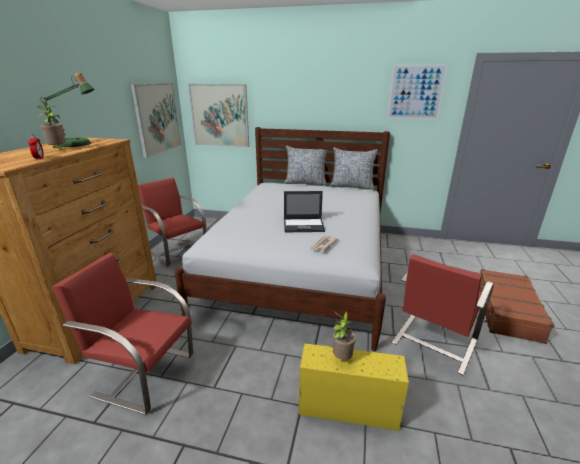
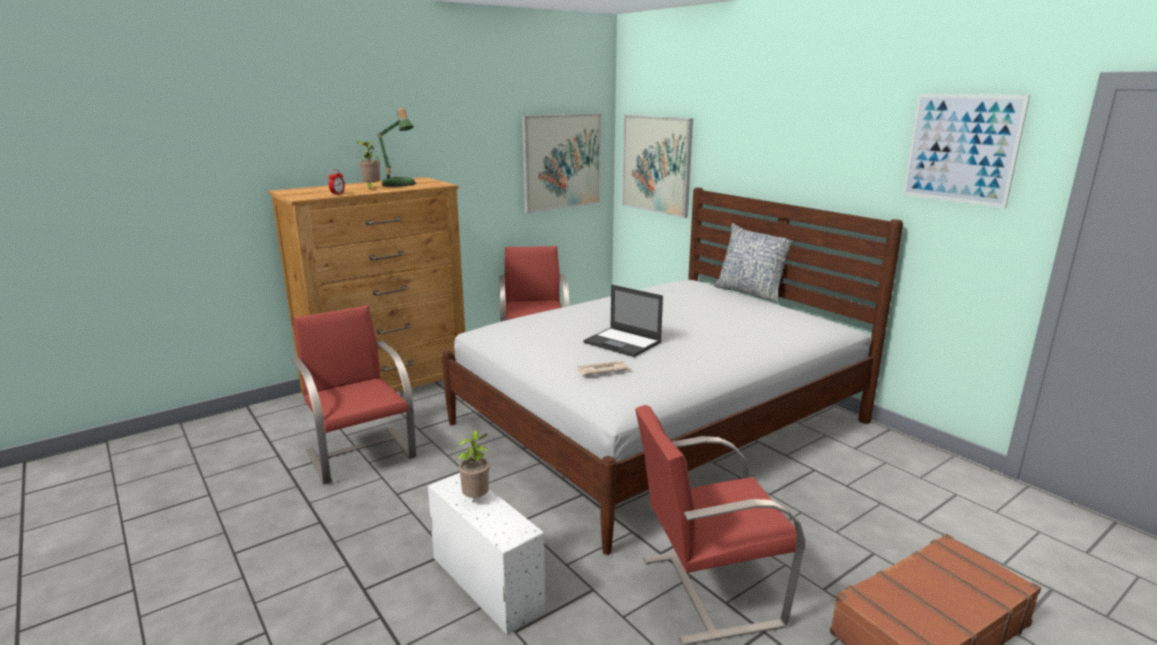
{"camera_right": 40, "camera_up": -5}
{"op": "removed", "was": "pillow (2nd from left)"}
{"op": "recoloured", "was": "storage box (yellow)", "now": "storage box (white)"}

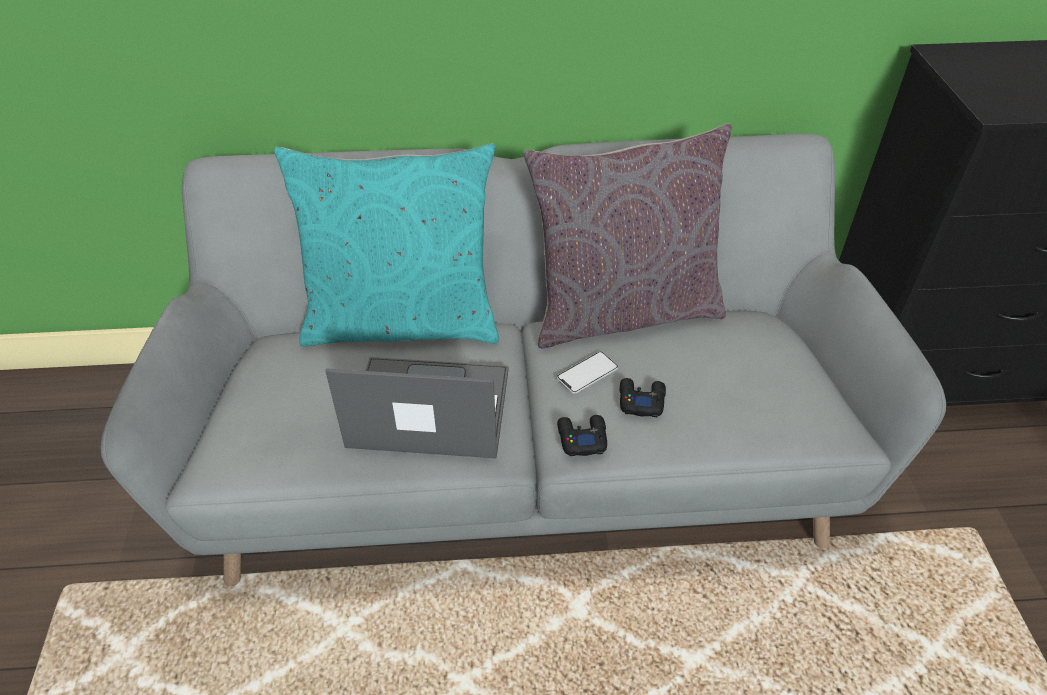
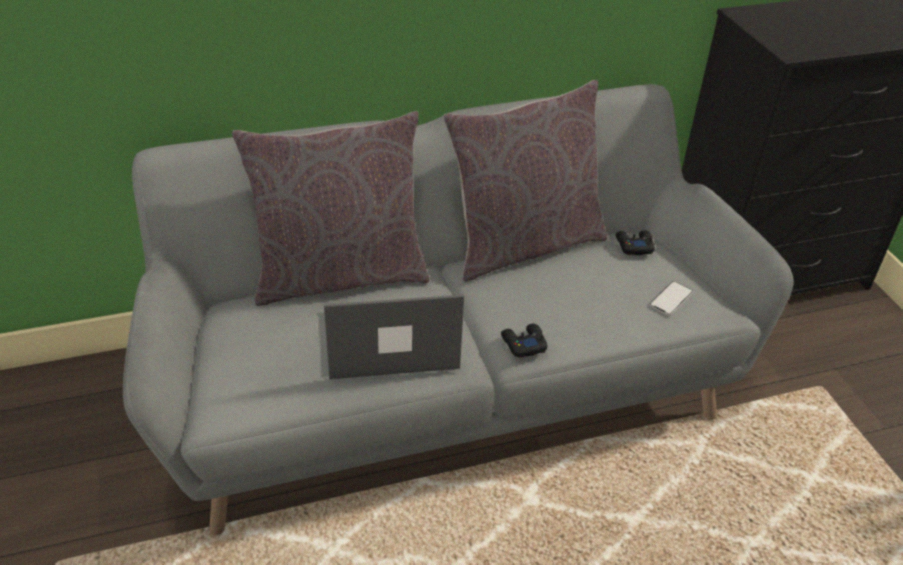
{"camera_right": -15, "camera_up": -5}
{"op": "recoloured", "was": "pillow (turquoise)", "now": "pillow (grey) (1st from left)"}
{"op": "moved", "was": "phone"}
{"op": "moved", "was": "game controller (black) (2nd from left)"}

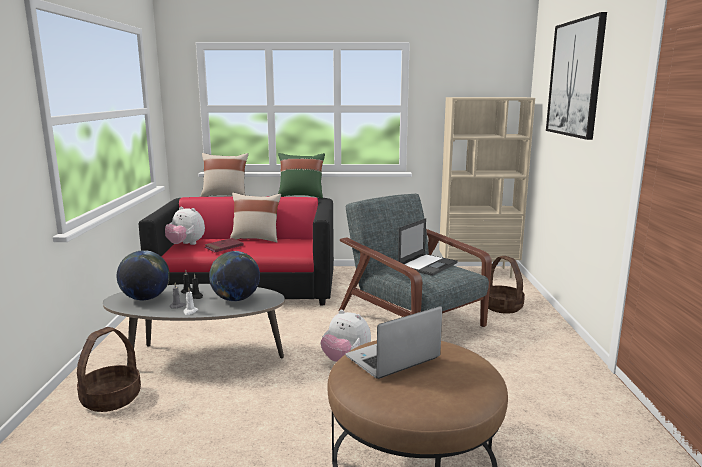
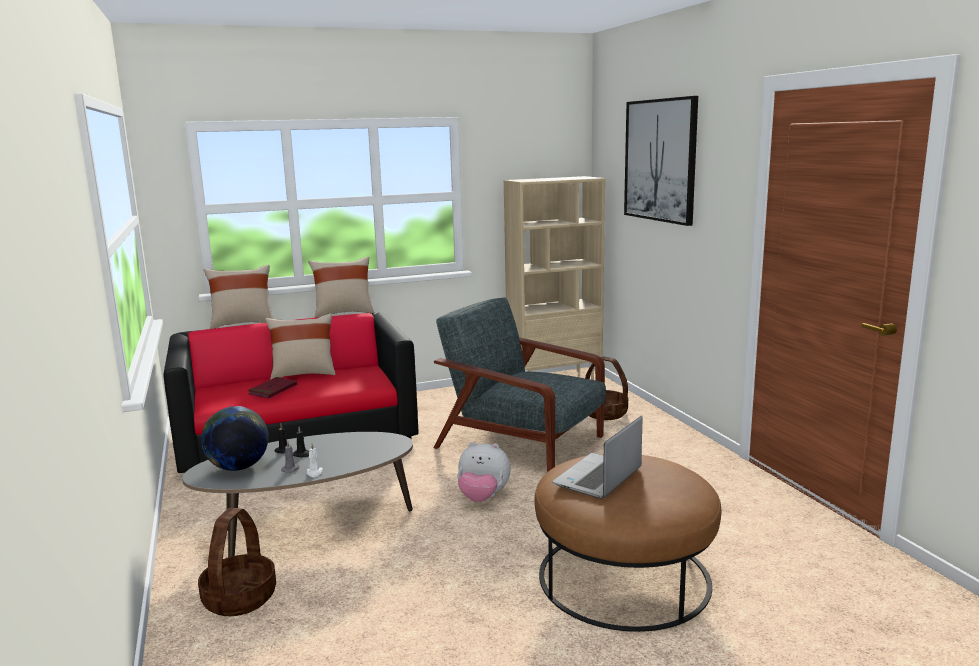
{"camera_right": -20, "camera_up": 0}
{"op": "recoloured", "was": "pillow (green)", "now": "pillow (beige) (3rd from left)"}
{"op": "removed", "was": "plush toy (1st from left)"}
{"op": "removed", "was": "laptop (2nd from left)"}
{"op": "removed", "was": "globe (2nd from left)"}

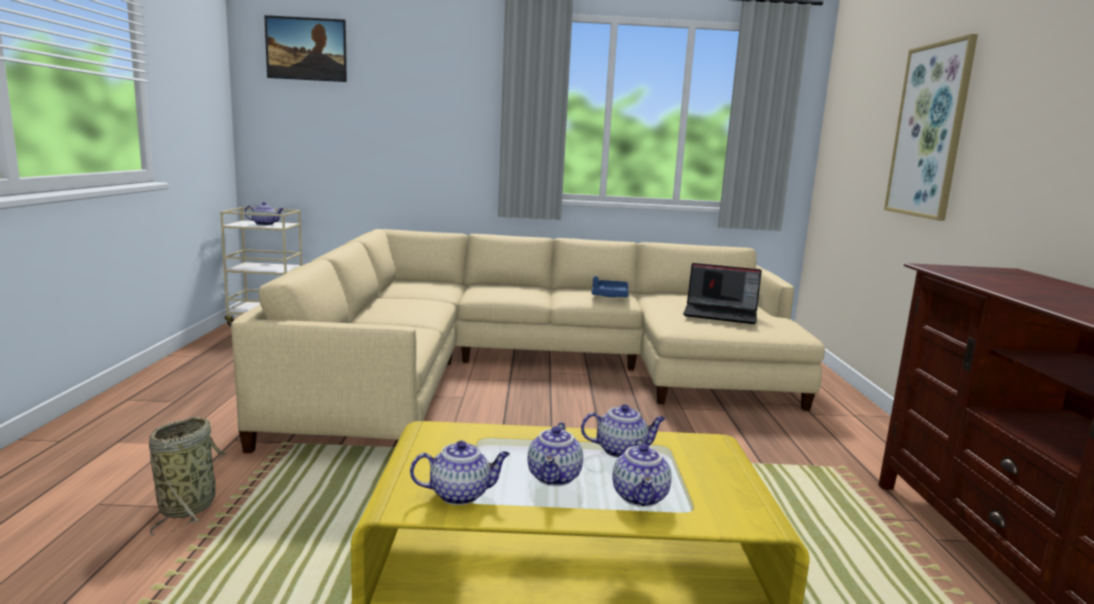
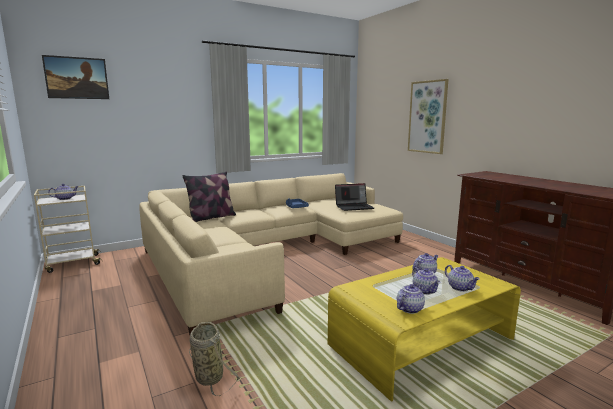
{"camera_right": -30, "camera_up": 0}
{"op": "added", "now": "pillow"}

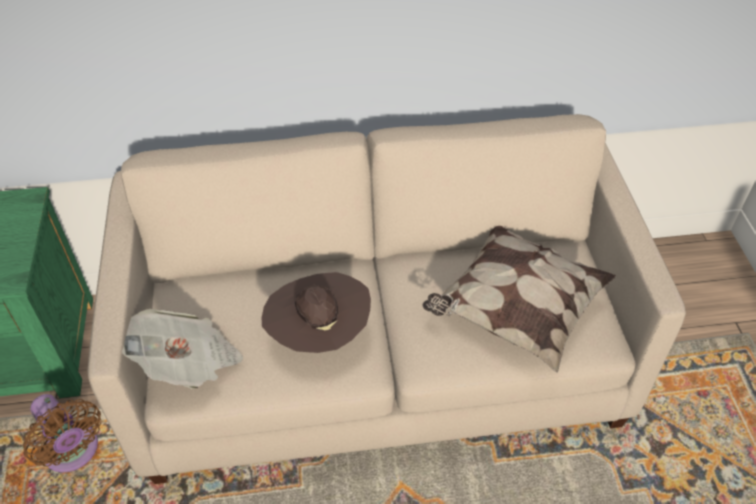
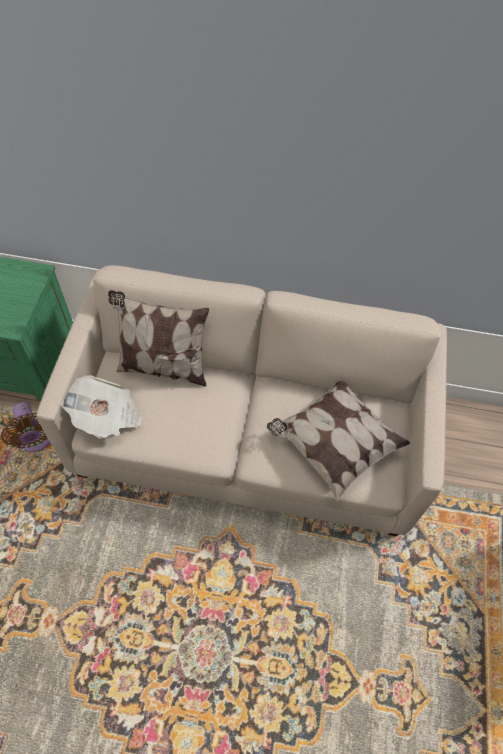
{"camera_right": 15, "camera_up": 10}
{"op": "removed", "was": "hat (brown)"}
{"op": "added", "now": "pillow (1st from left)"}

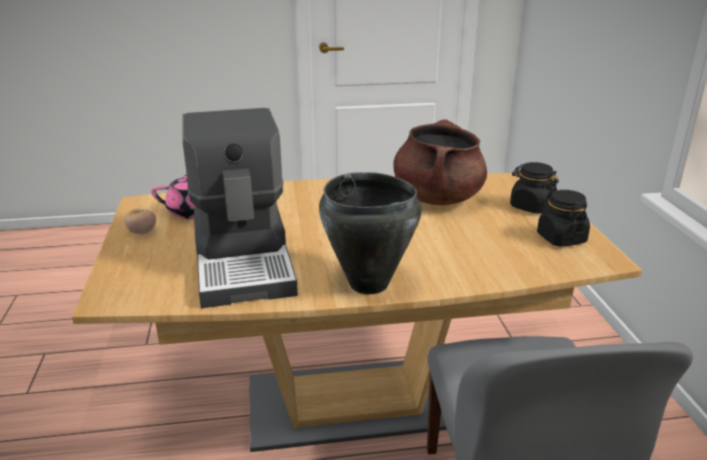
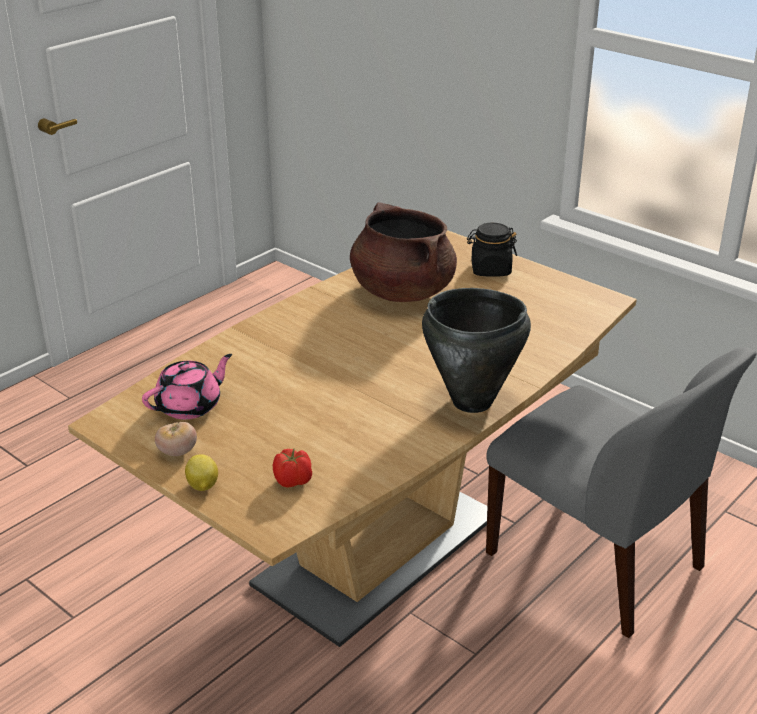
{"camera_right": -40, "camera_up": 5}
{"op": "removed", "was": "coffee machine"}
{"op": "removed", "was": "jar (black) (2nd from left)"}
{"op": "added", "now": "tomato (2nd from left)"}
{"op": "added", "now": "lemon"}

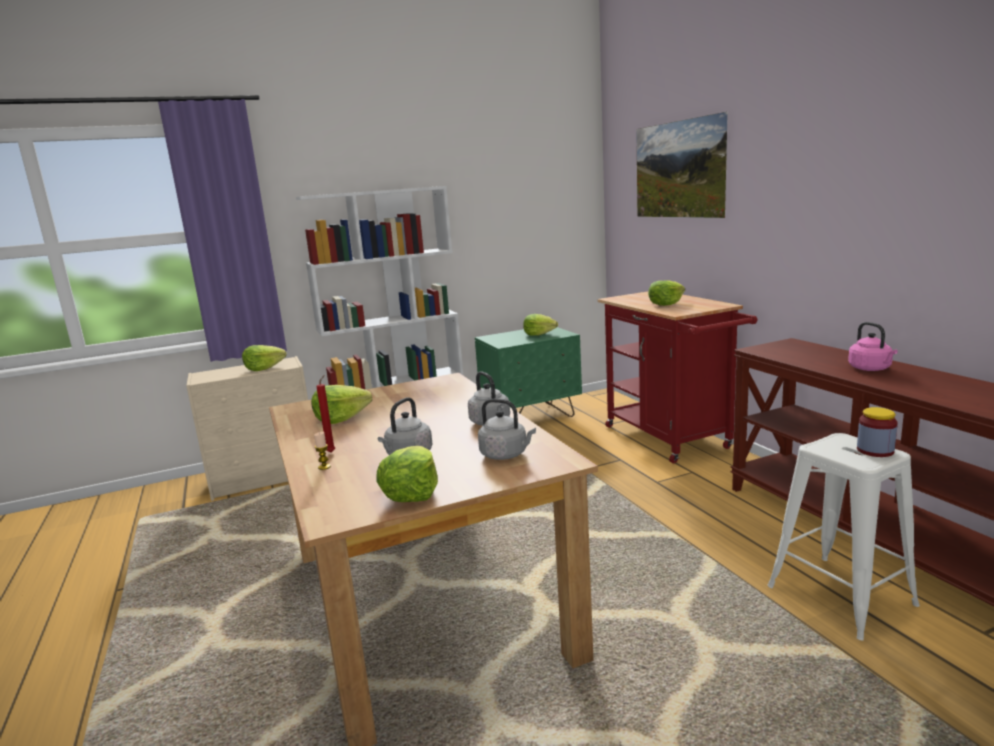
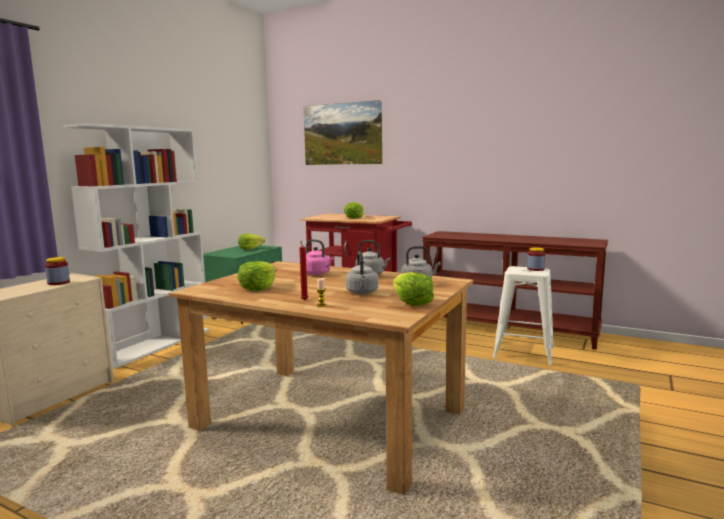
{"camera_right": -40, "camera_up": -5}
{"op": "moved", "was": "kettle (pink)"}
{"op": "replaced", "was": "lettuce (1st from left)", "now": "jar (1st from left)"}

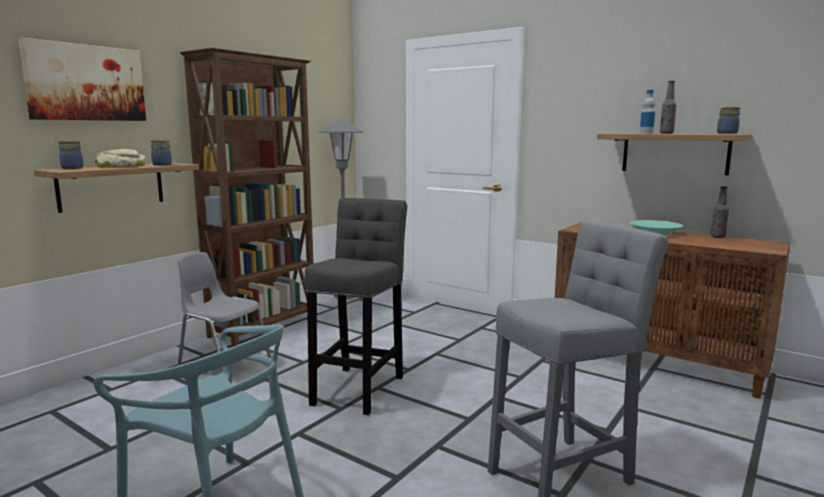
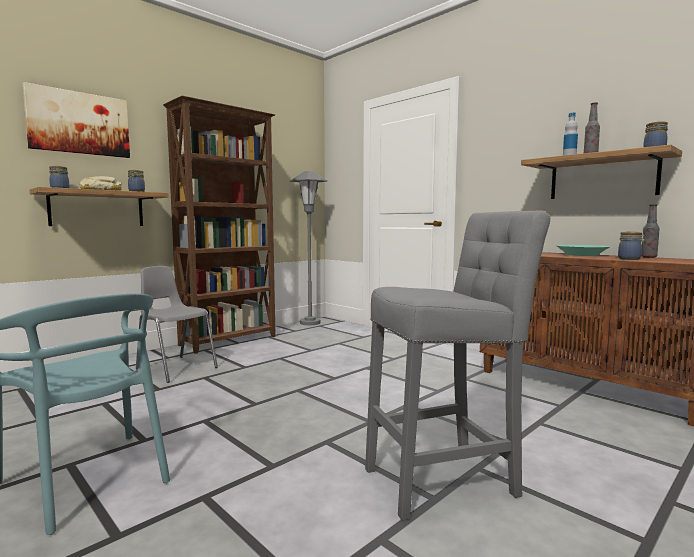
{"camera_right": 10, "camera_up": -5}
{"op": "removed", "was": "stool (grey) (1st from left)"}
{"op": "added", "now": "jar (3rd from left)"}

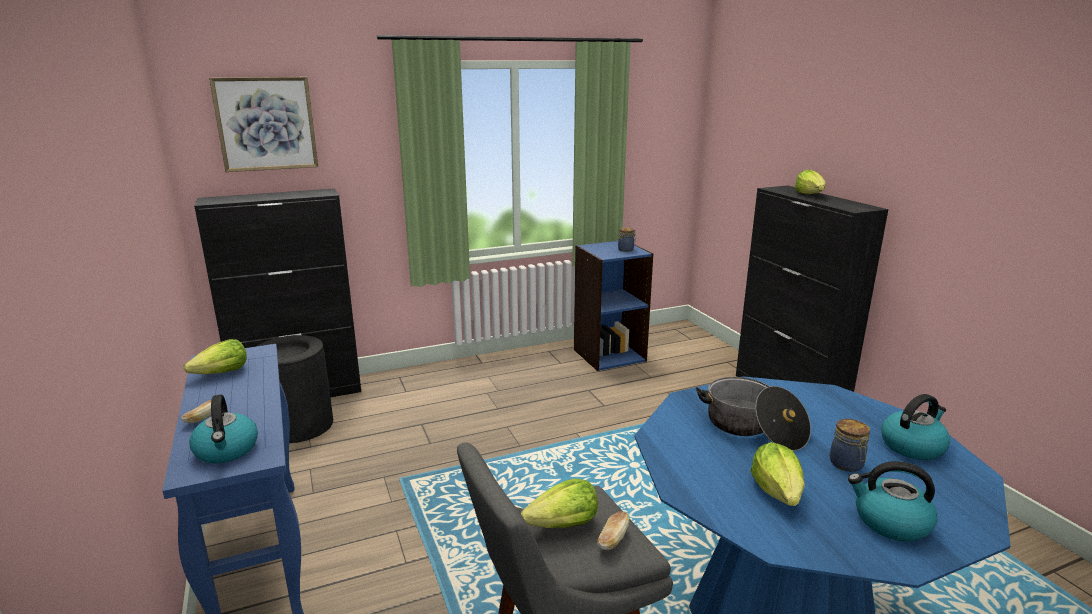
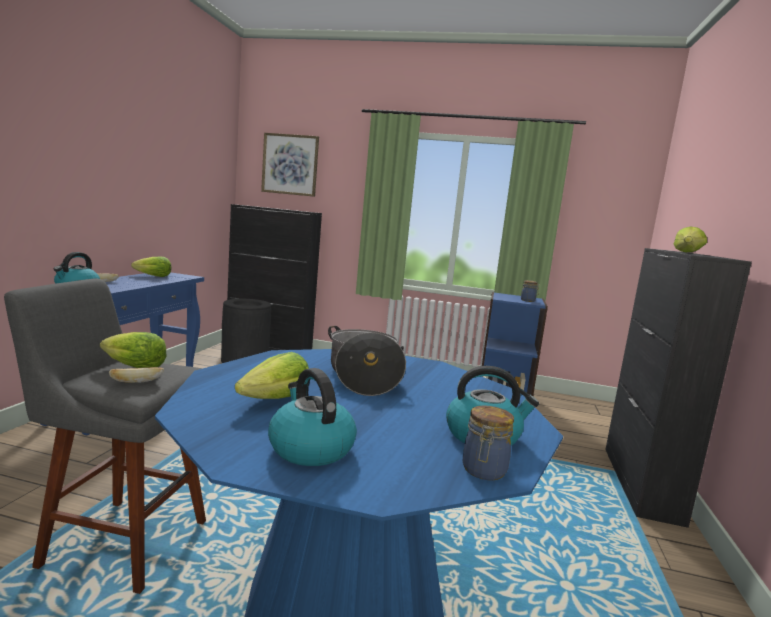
{"camera_right": 35, "camera_up": -10}
{"op": "moved", "was": "jar (2nd from left in the first image)", "now": "jar (1st from left)"}

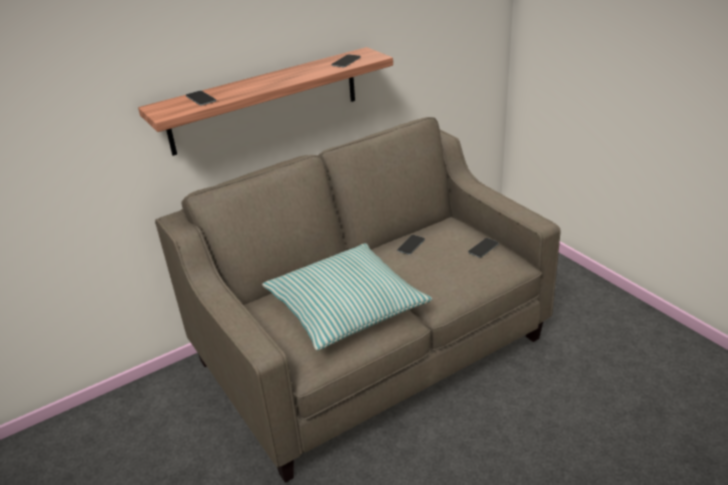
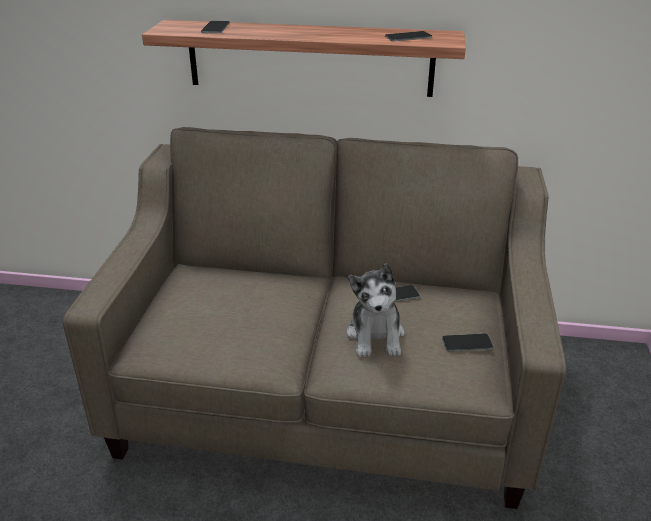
{"camera_right": 40, "camera_up": 0}
{"op": "removed", "was": "pillow"}
{"op": "added", "now": "plush toy"}

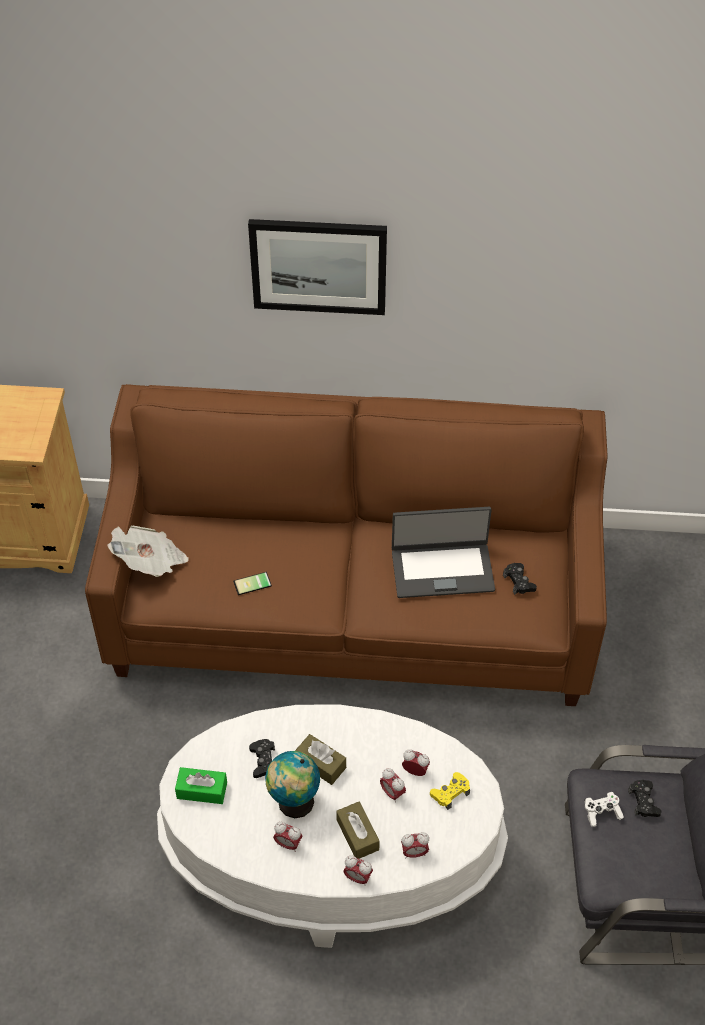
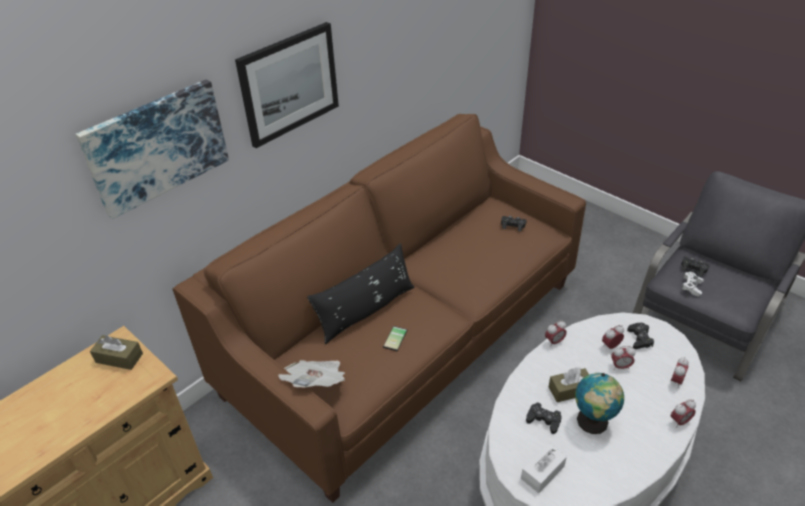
{"camera_right": -50, "camera_up": -10}
{"op": "removed", "was": "laptop"}
{"op": "recoloured", "was": "tissue box (green)", "now": "tissue box (white)"}
{"op": "recoloured", "was": "game controller (yellow)", "now": "game controller (black) (3rd from left)"}
{"op": "moved", "was": "tissue box (brown) (2nd from left in the first image)", "now": "tissue box (brown) (1st from left)"}
{"op": "moved", "was": "alarm clock (1st from left)"}
{"op": "added", "now": "picture (1st from left)"}
{"op": "added", "now": "pillow (black)"}

